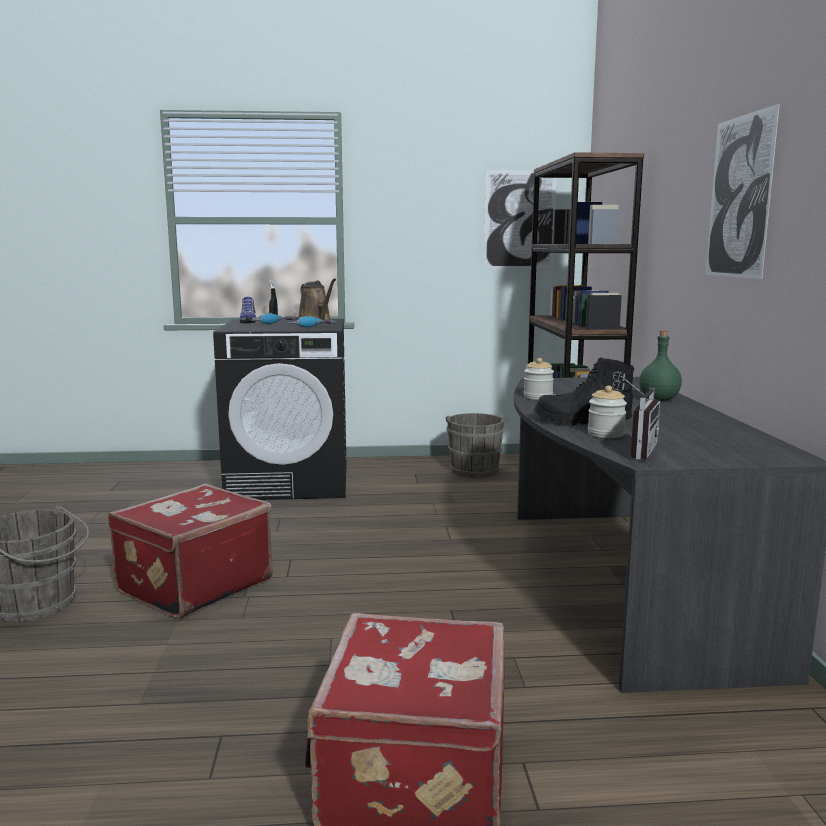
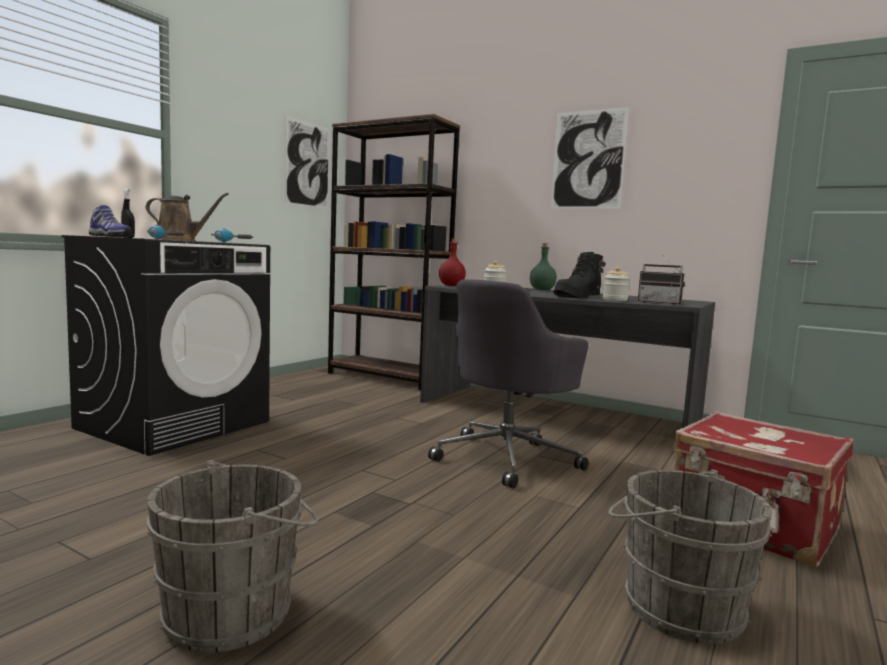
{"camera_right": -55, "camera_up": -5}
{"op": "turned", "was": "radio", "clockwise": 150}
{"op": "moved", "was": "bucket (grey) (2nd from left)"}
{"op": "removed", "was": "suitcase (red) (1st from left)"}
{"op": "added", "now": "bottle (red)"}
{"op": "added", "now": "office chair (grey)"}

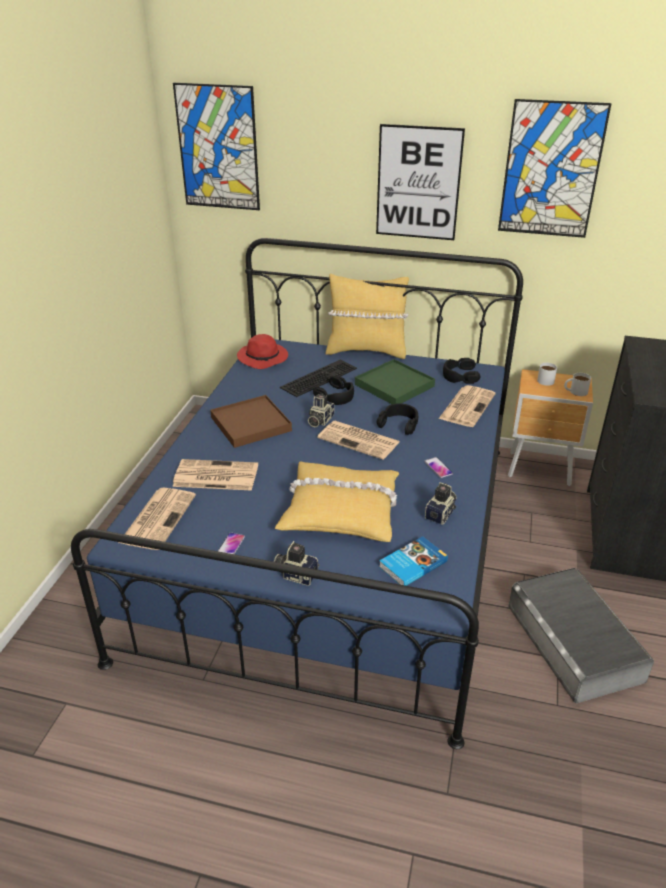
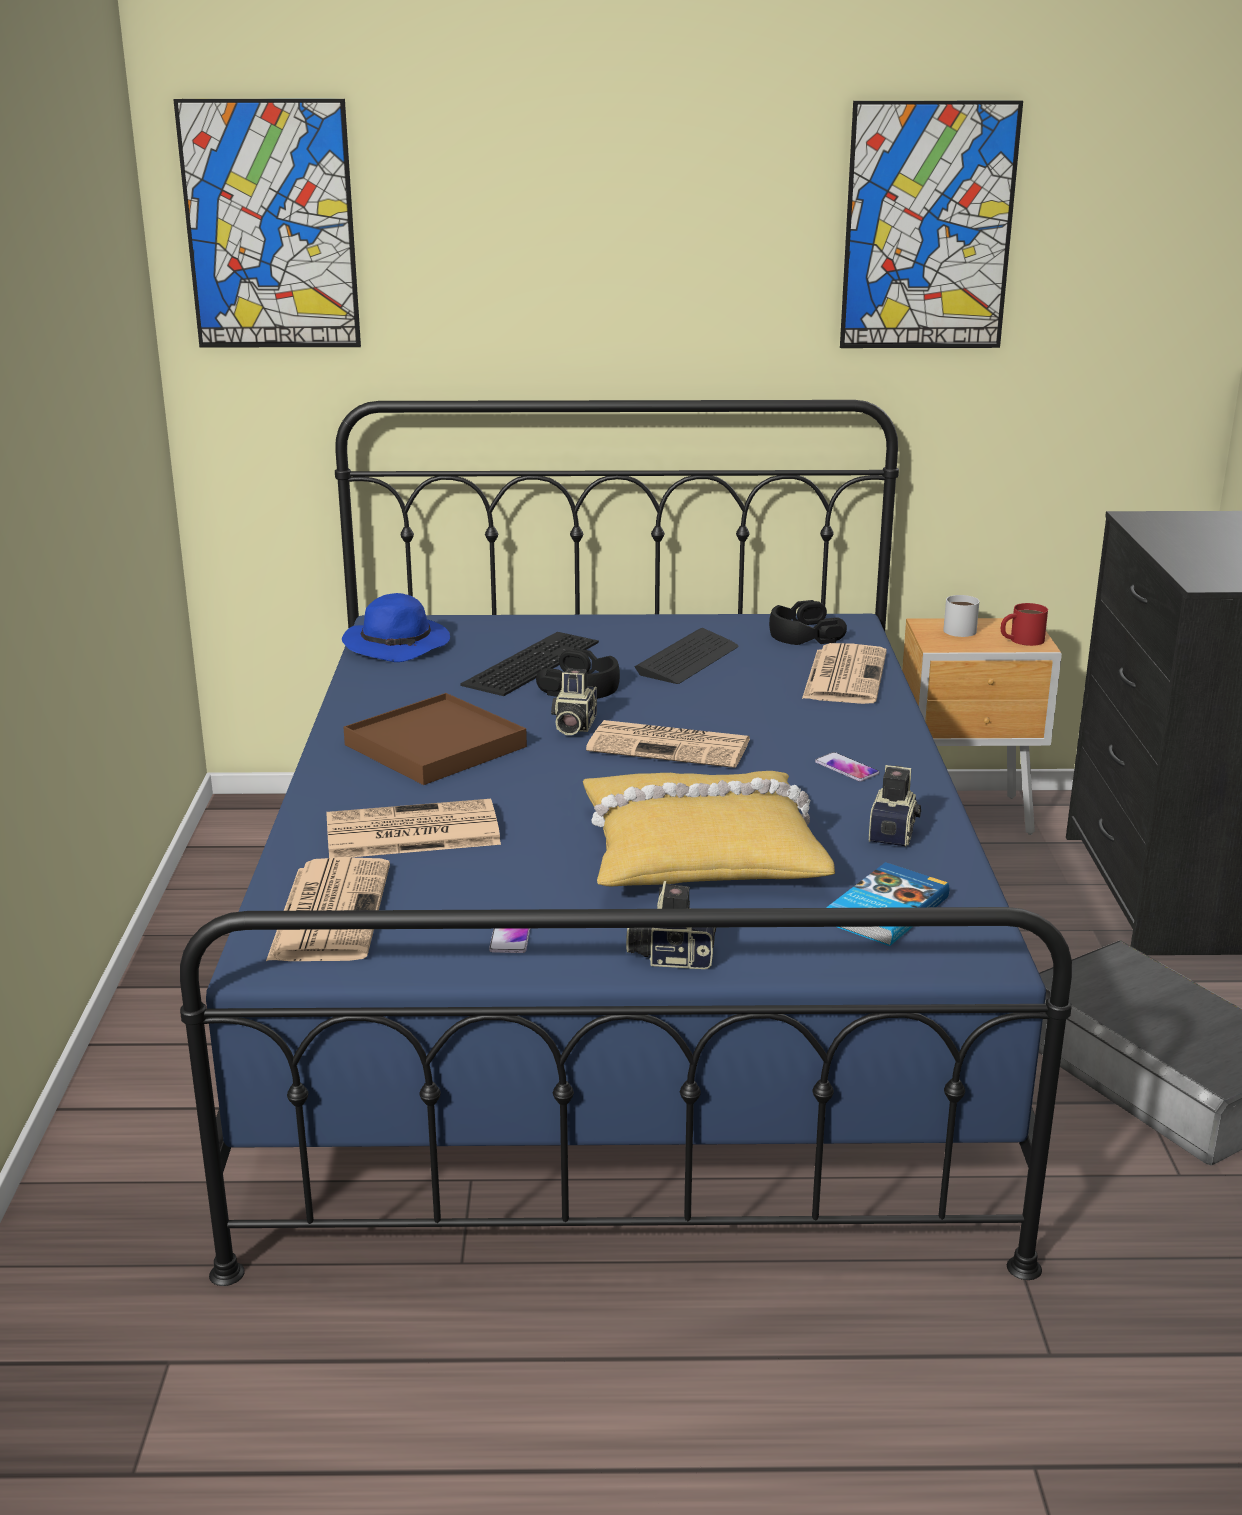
{"camera_right": -15, "camera_up": -10}
{"op": "removed", "was": "picture (2nd from left)"}
{"op": "removed", "was": "pillow (yellow) (2nd from left)"}
{"op": "recoloured", "was": "hat (red)", "now": "hat (blue)"}
{"op": "replaced", "was": "tray (green)", "now": "keyboard (2nd from left)"}
{"op": "recoloured", "was": "mug (white) (2nd from left)", "now": "mug (red)"}
{"op": "removed", "was": "headphones (black) (2nd from left)"}

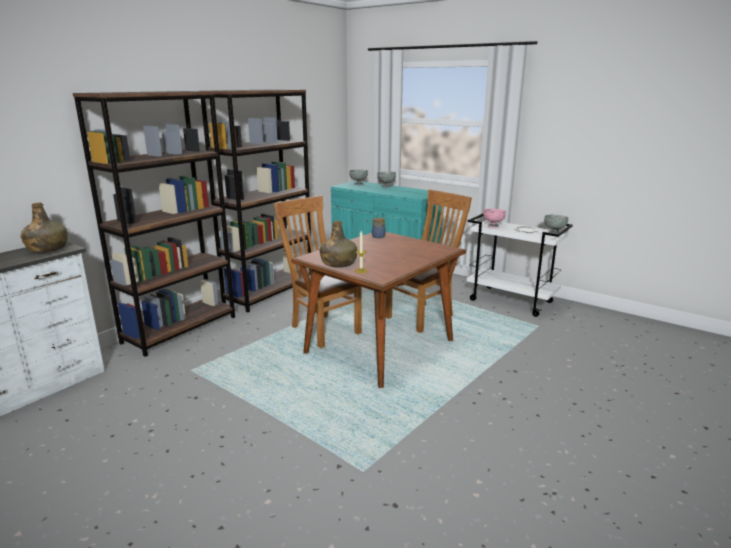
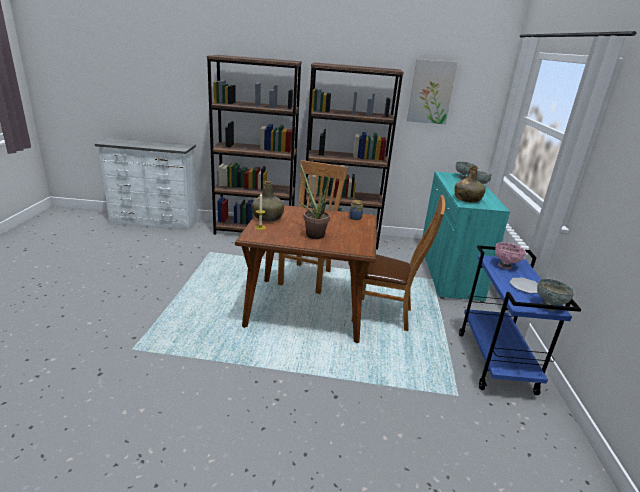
{"camera_right": 55, "camera_up": 5}
{"op": "moved", "was": "bottle (green) (1st from left in the first image)", "now": "bottle (green) (2nd from left)"}
{"op": "recoloured", "was": "cart (white)", "now": "cart (blue)"}
{"op": "added", "now": "picture"}
{"op": "added", "now": "potted plant"}

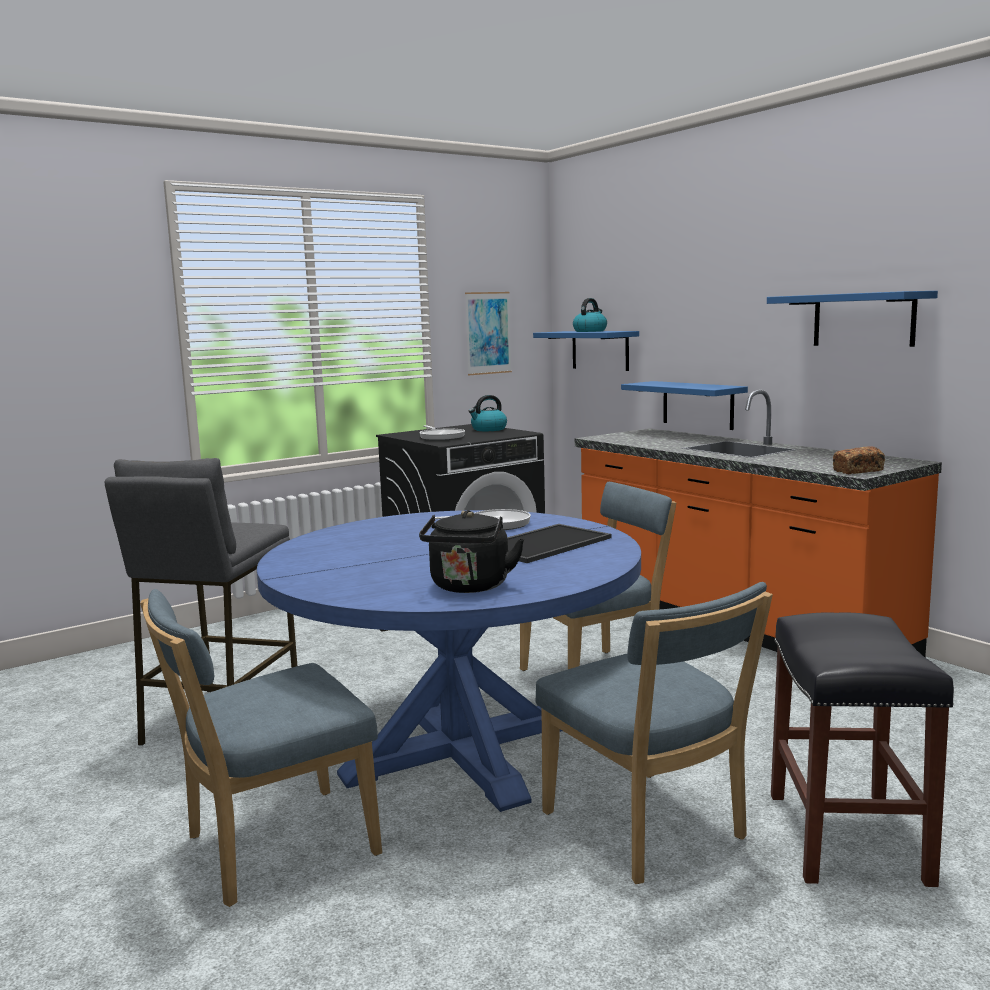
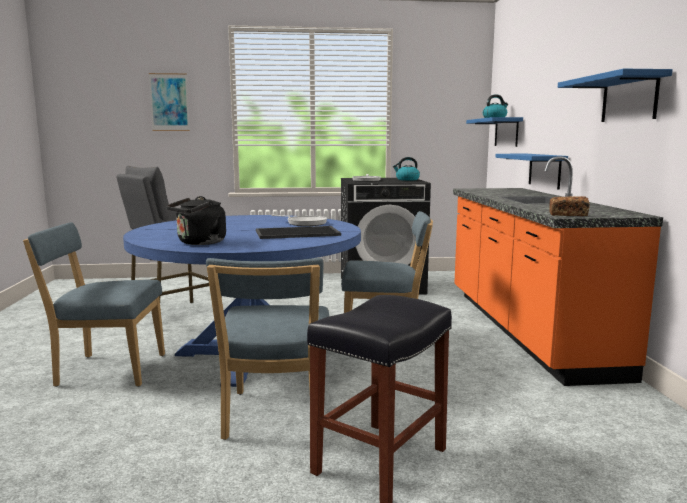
{"camera_right": 30, "camera_up": 0}
{"op": "moved", "was": "picture"}

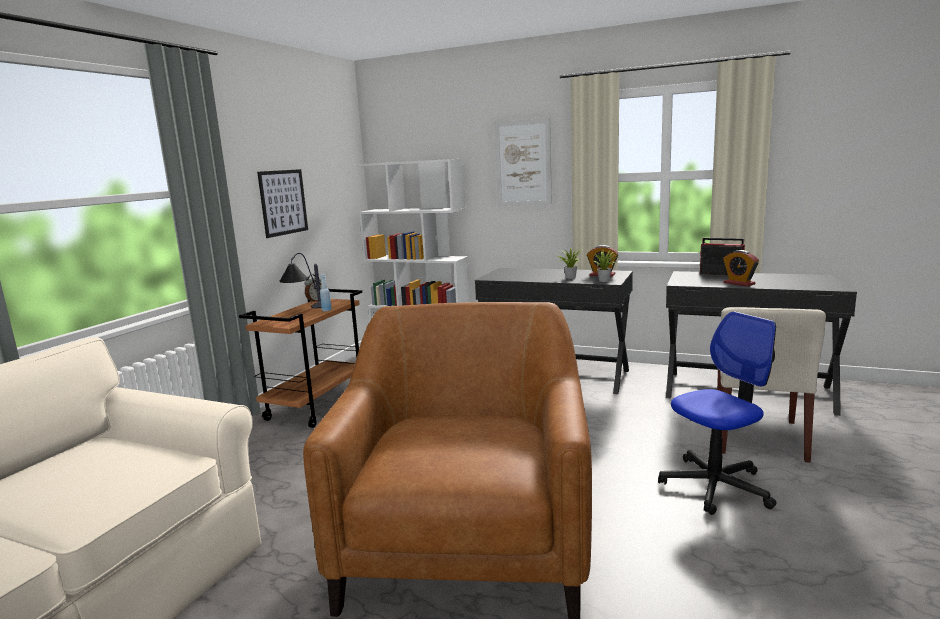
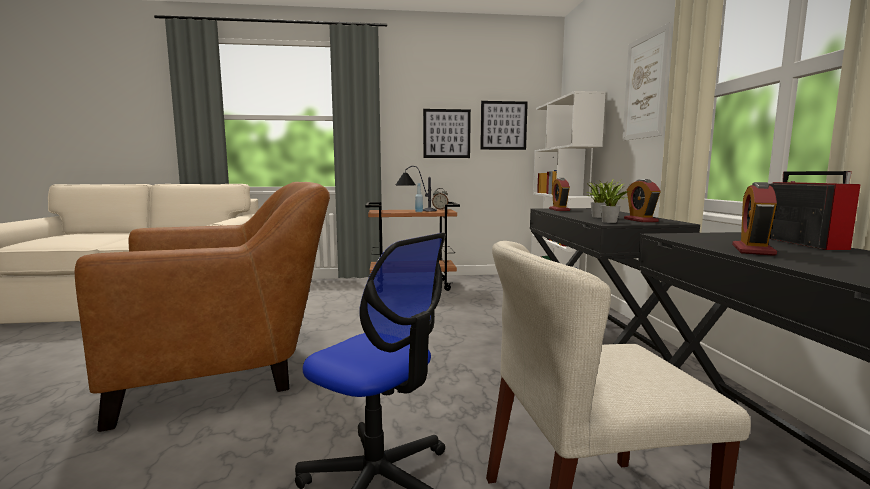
{"camera_right": 60, "camera_up": -5}
{"op": "added", "now": "picture (2nd from left)"}
{"op": "added", "now": "alarm clock (2nd from left)"}

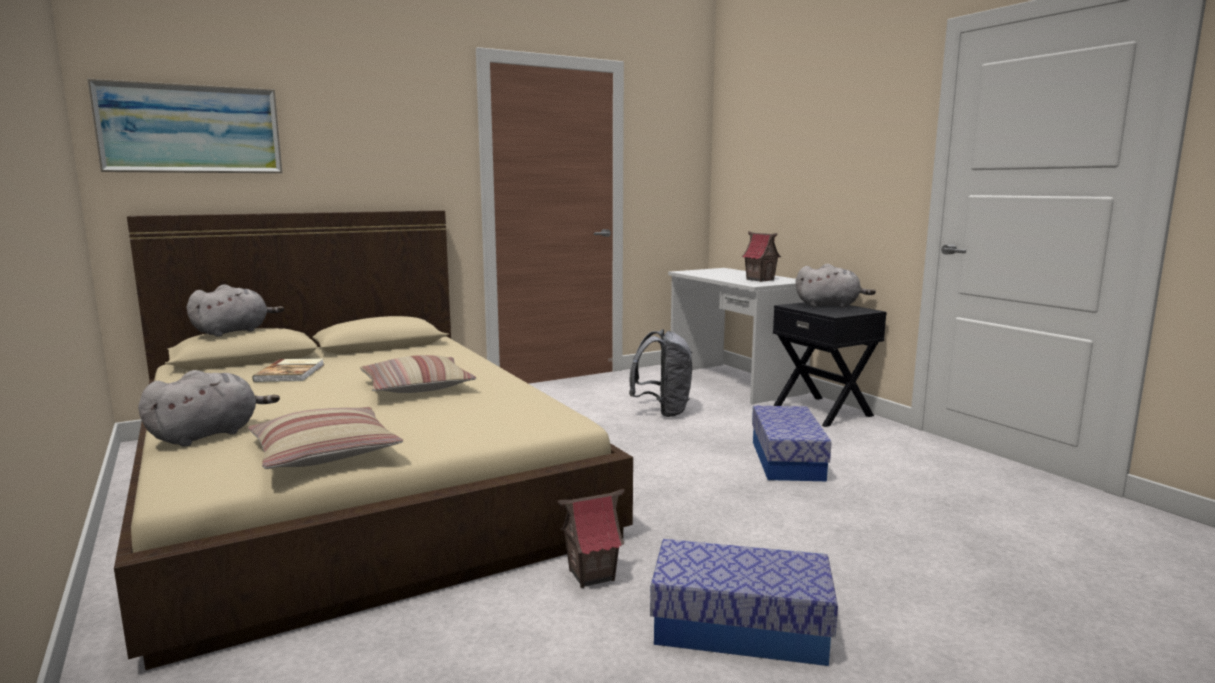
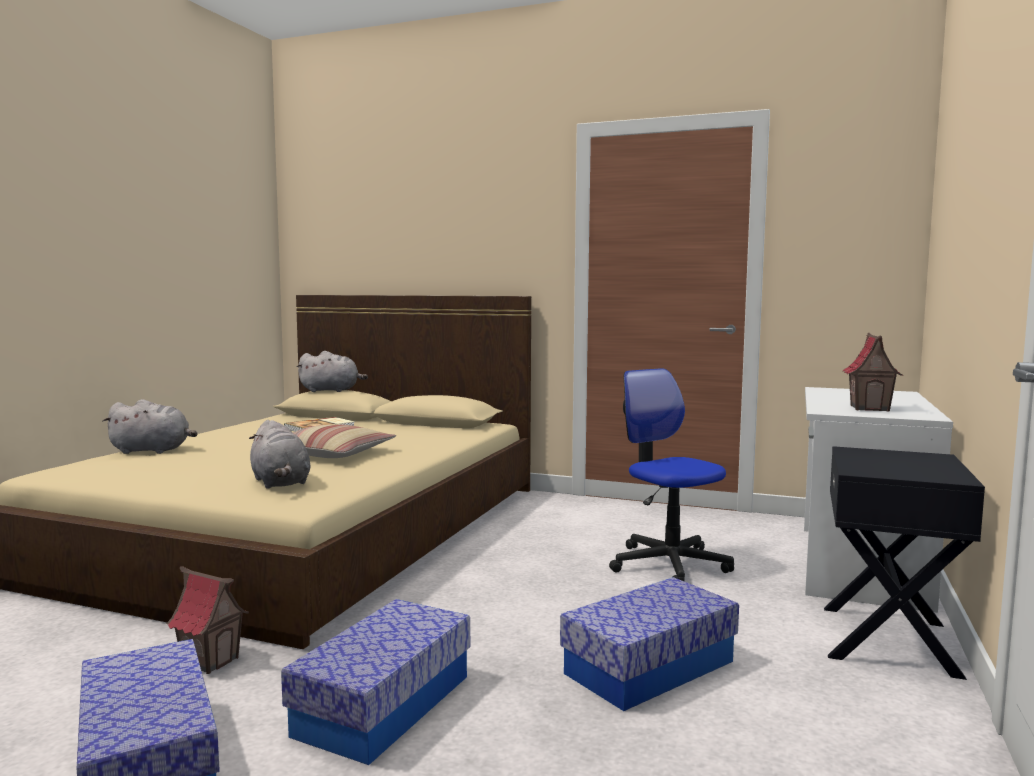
{"camera_right": 50, "camera_up": -5}
{"op": "removed", "was": "picture"}
{"op": "moved", "was": "plush toy (grey) (3rd from left in the first image)", "now": "plush toy (grey) (2nd from left)"}
{"op": "replaced", "was": "backpack (grey)", "now": "office chair"}
{"op": "removed", "was": "pillow (1st from left)"}
{"op": "added", "now": "storage box (2nd from left)"}

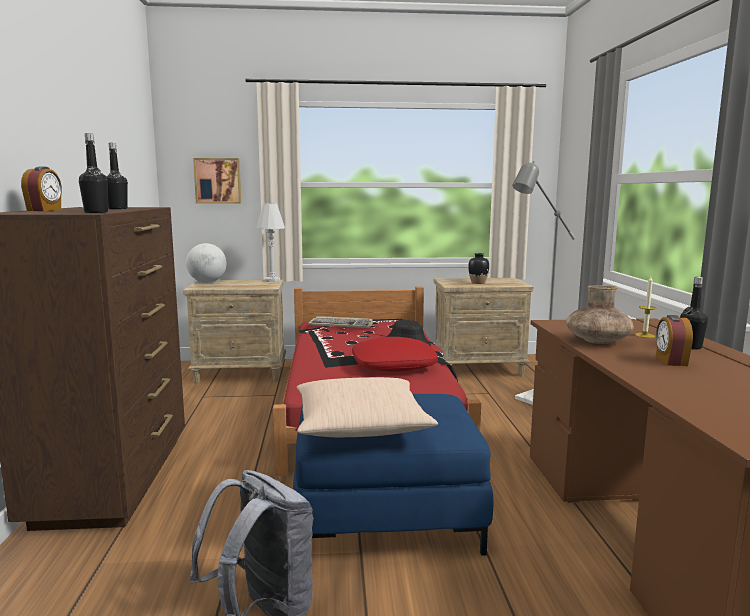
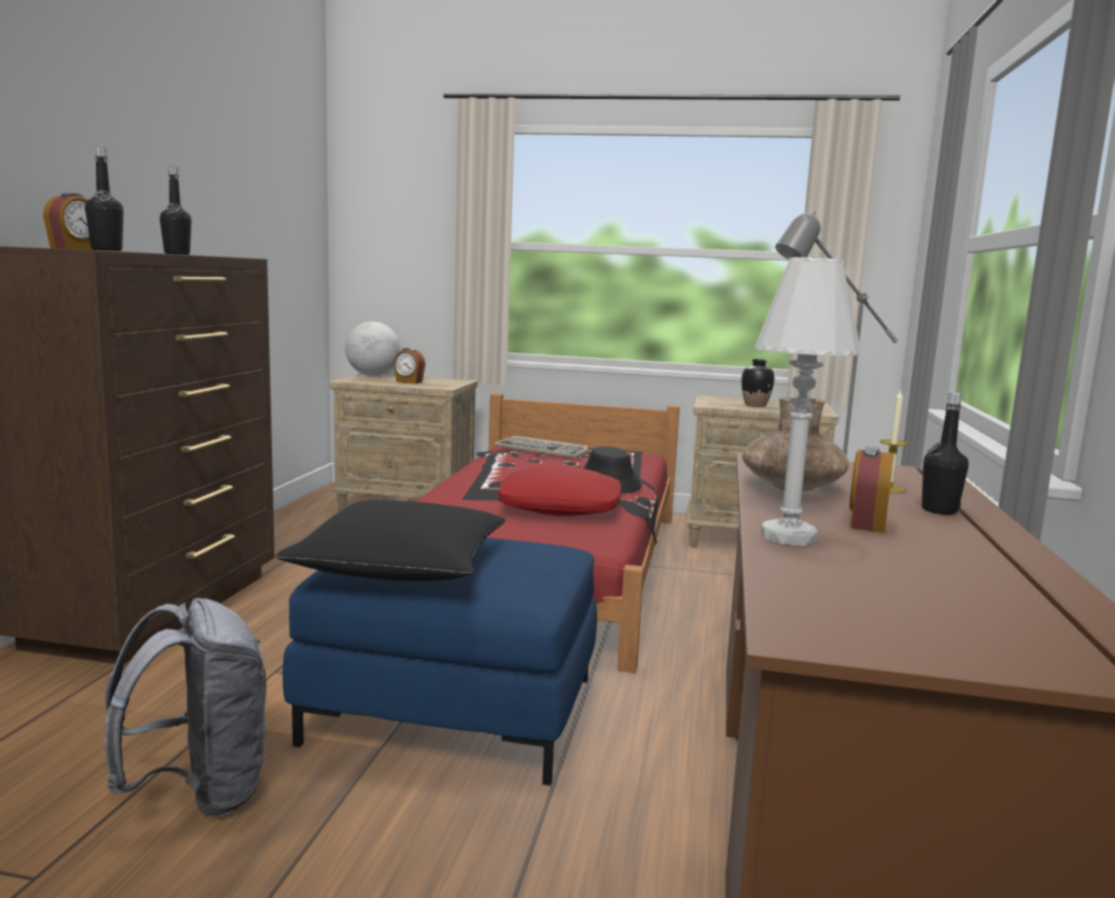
{"camera_right": 15, "camera_up": 0}
{"op": "removed", "was": "picture"}
{"op": "moved", "was": "table lamp (white)"}
{"op": "recoloured", "was": "pillow (beige)", "now": "pillow (black)"}
{"op": "added", "now": "alarm clock (2nd from left)"}

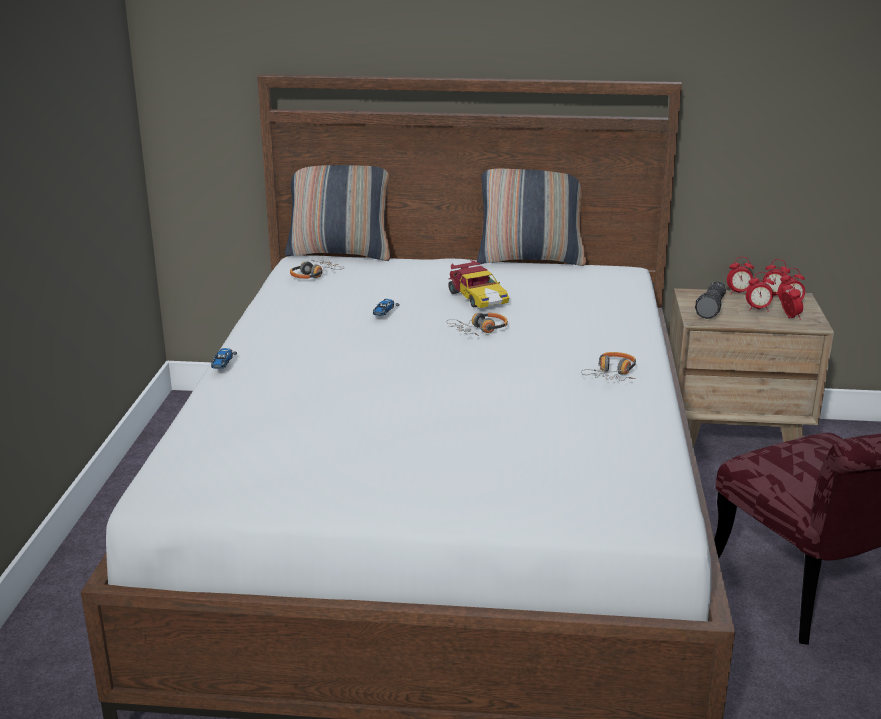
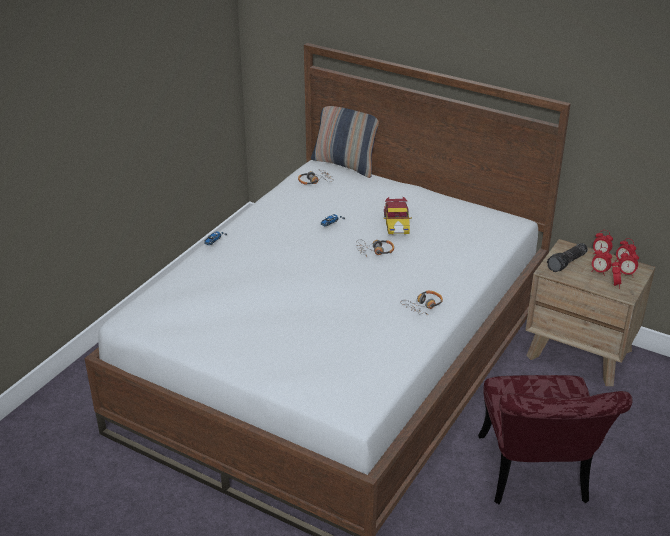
{"camera_right": 25, "camera_up": 10}
{"op": "removed", "was": "pillow (2nd from left)"}

